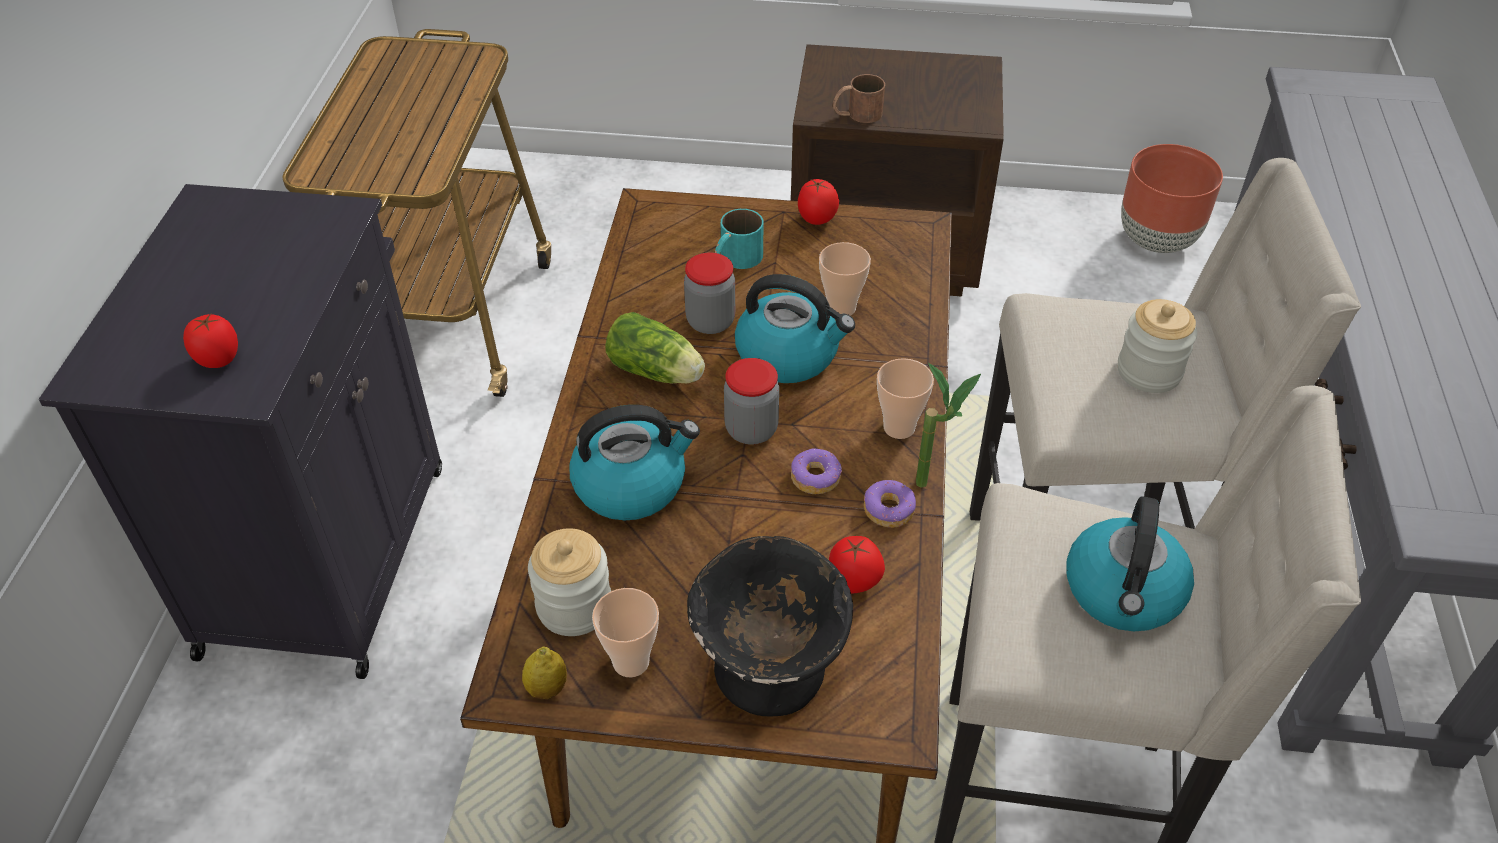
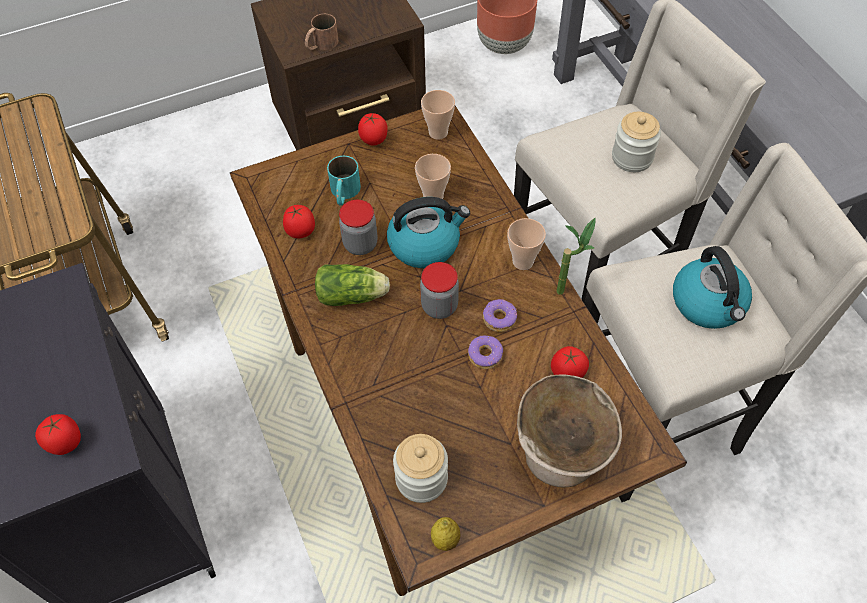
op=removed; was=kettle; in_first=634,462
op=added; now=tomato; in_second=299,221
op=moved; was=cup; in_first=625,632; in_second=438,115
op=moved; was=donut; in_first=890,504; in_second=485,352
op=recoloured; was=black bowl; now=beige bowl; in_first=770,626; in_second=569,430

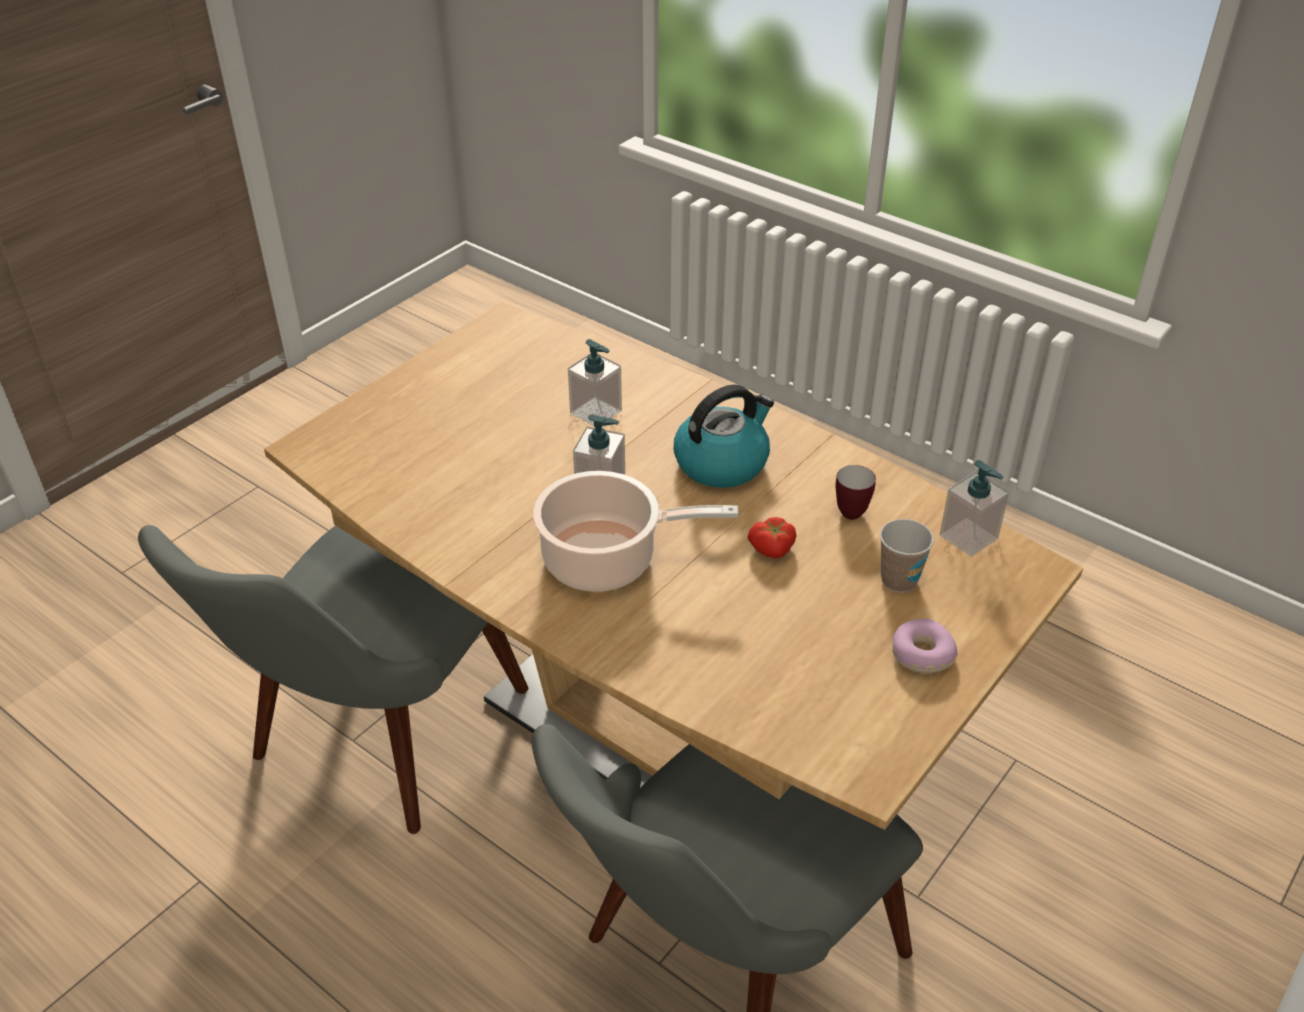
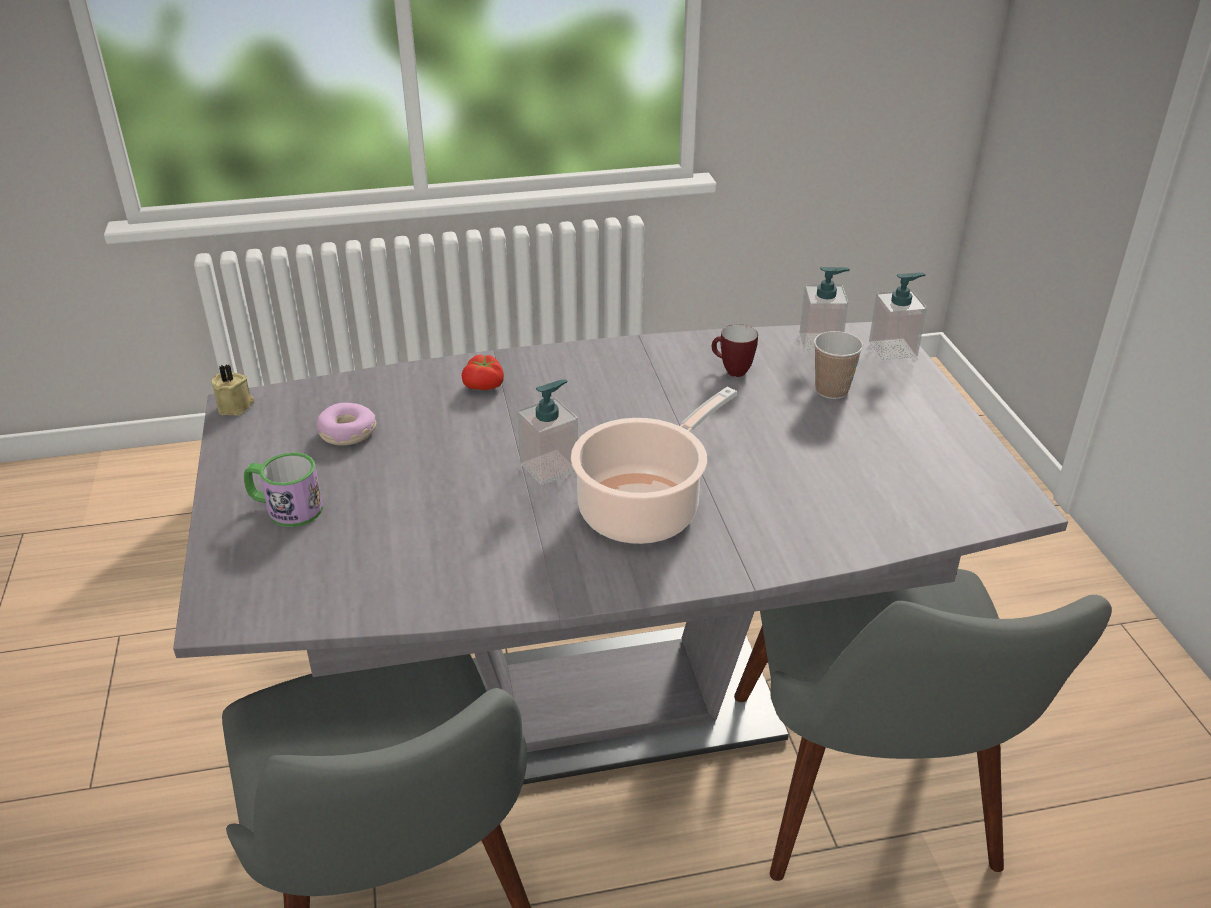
op=removed; was=kettle; in_first=724,436
op=added; now=beige candle; in_second=233,390
op=added; now=mug; in_second=283,489
op=moved; was=soap dispenser; in_first=595,382; in_second=898,316
op=moved; was=tomato; in_first=772,537; in_second=483,372
op=moved; was=donut; in_first=925,646; in_second=346,424
op=recoloured; was=brown dining table; now=grey dining table; in_first=673,566; in_second=620,553

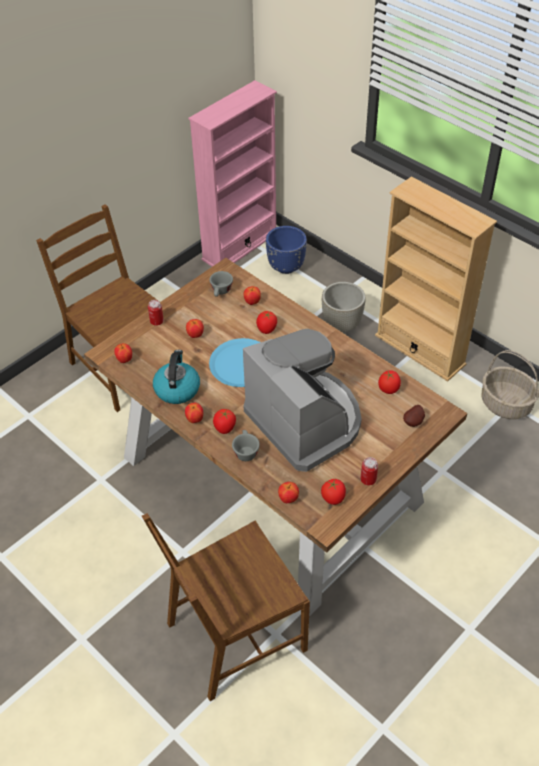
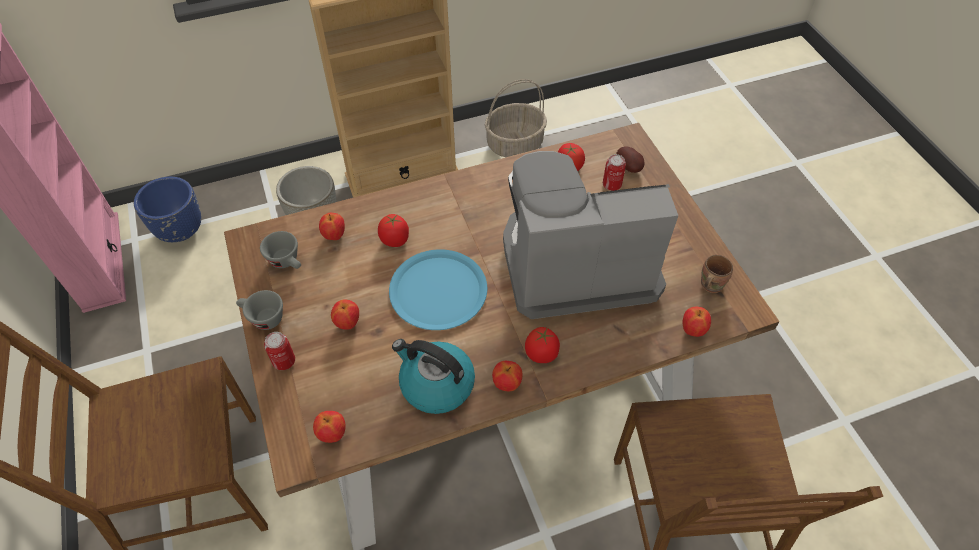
op=moved; was=grey cup; in_first=246,445; in_second=259,310
op=moved; was=can; in_first=369,471; in_second=614,172
op=replaced; was=tomato; now=brown mug; in_first=333,492; in_second=717,274

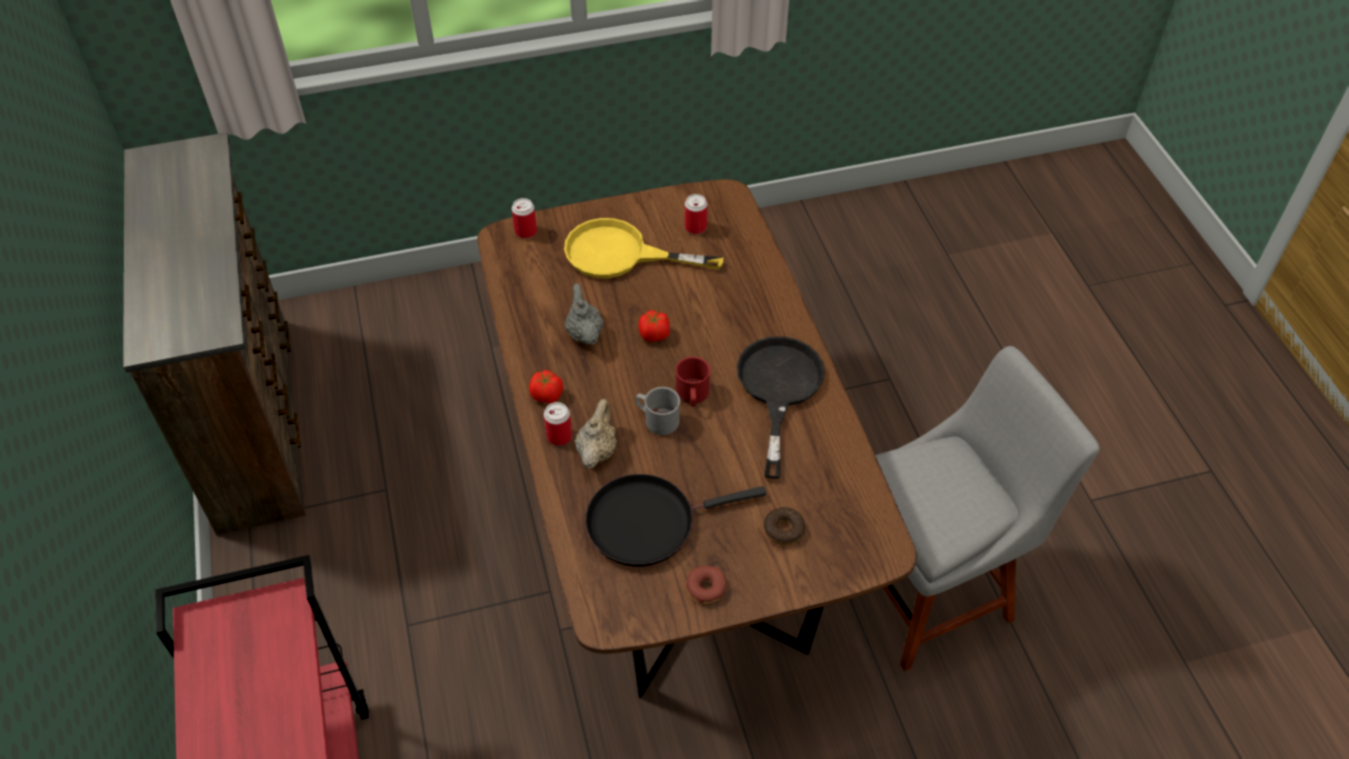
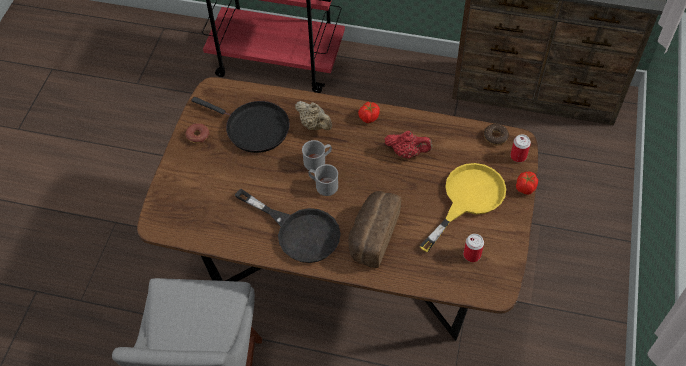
op=removed; was=can; in_first=558,424
op=added; now=bread; in_second=375,229
op=moved; was=tomato; in_first=654,326; in_second=527,183
op=moved; was=donut; in_first=785,526; in_second=496,134
op=recoloured; was=grey teapot; now=red teapot; in_first=584,314; in_second=409,145
op=recoloured; was=red mug; now=grey mug; in_first=693,382; in_second=323,180
op=turned; was=black frying pan; in_first=676,520; in_second=240,125; clockwise=105

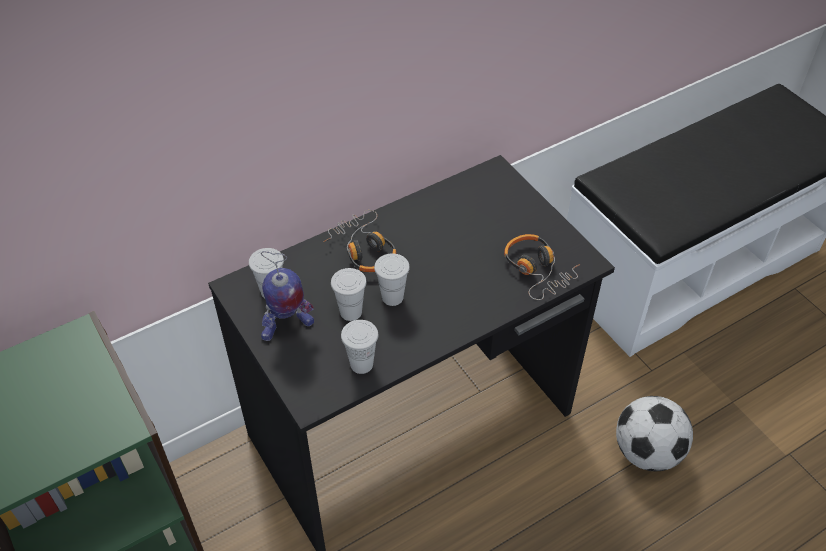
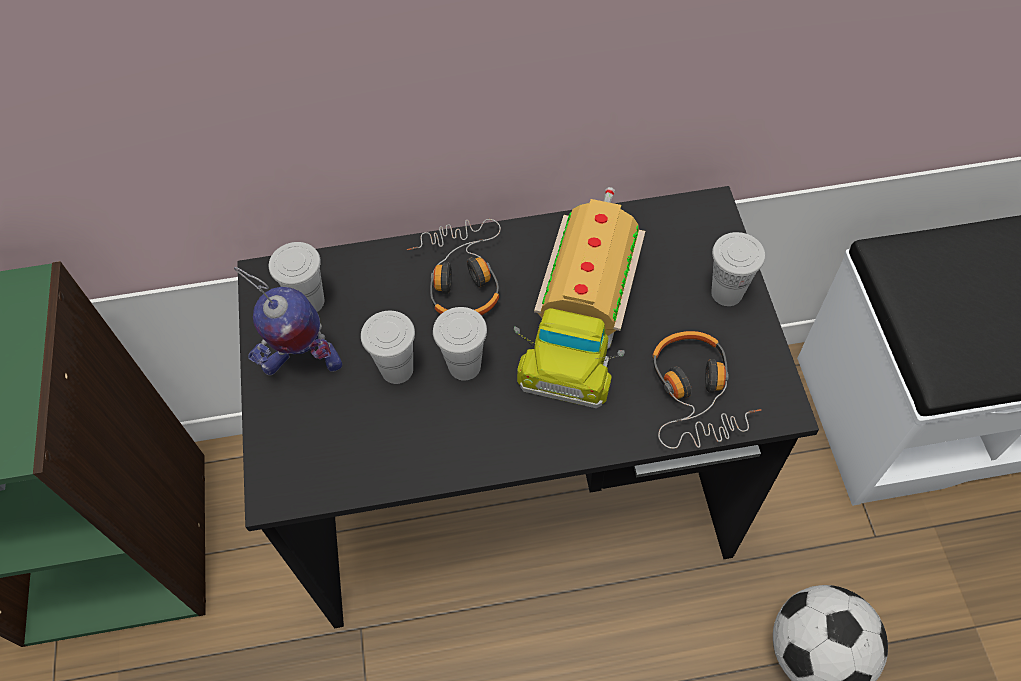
op=added; now=toy truck; in_second=579,297
op=moved; was=white cup; in_first=359,347; in_second=738,269

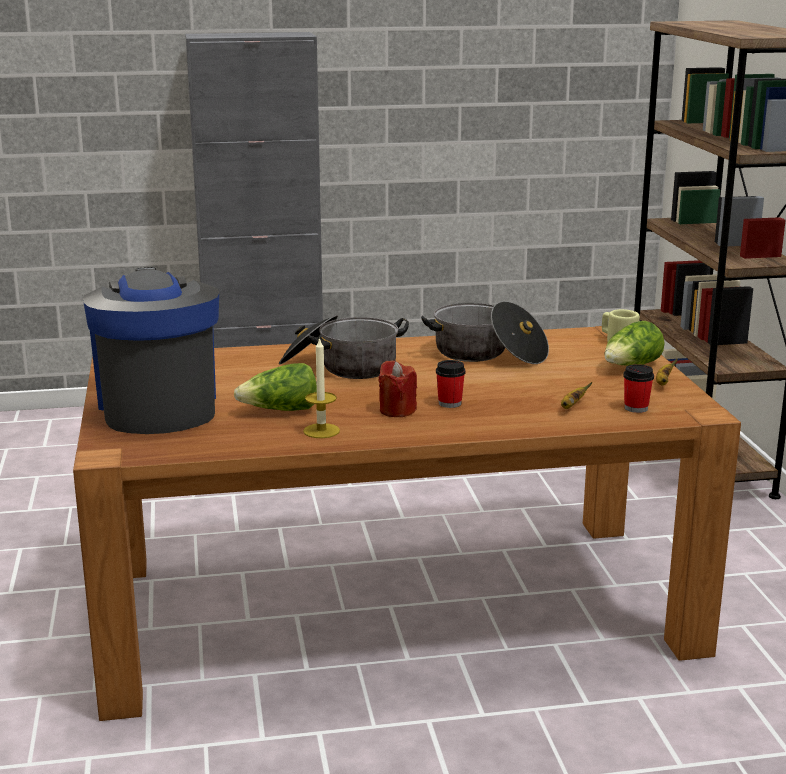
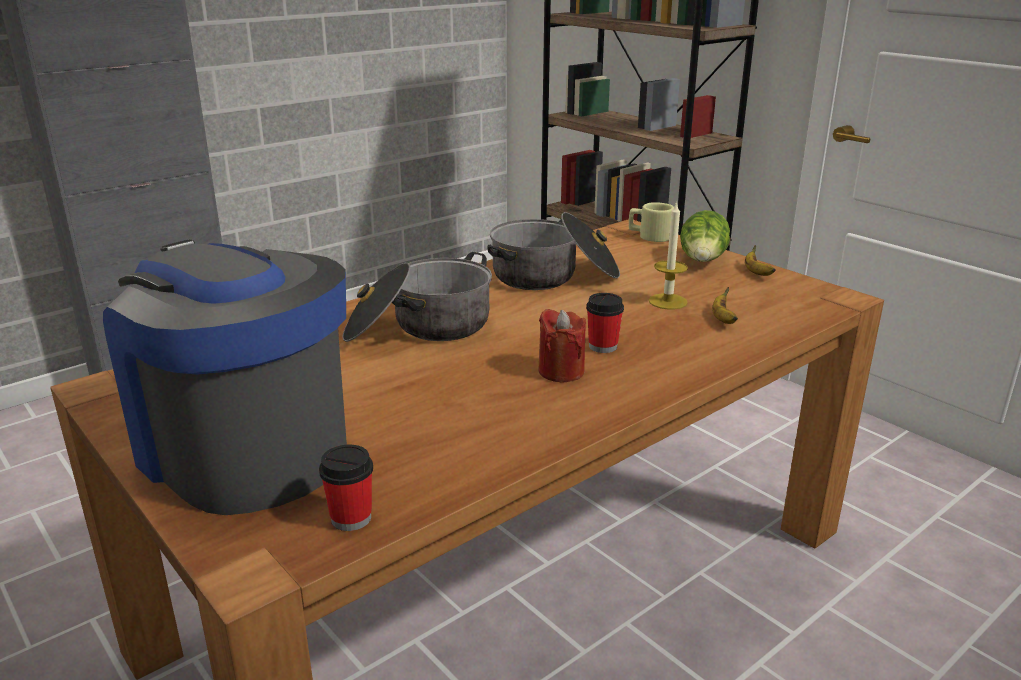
op=removed; was=lettuce; in_first=275,387
op=moved; was=candle; in_first=321,387; in_second=668,255
op=moved; was=cup; in_first=638,388; in_second=346,488

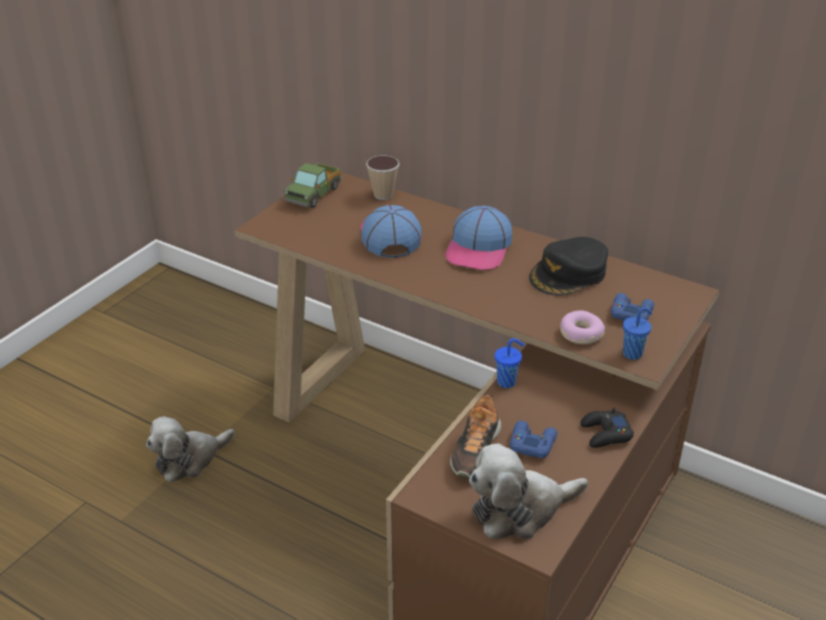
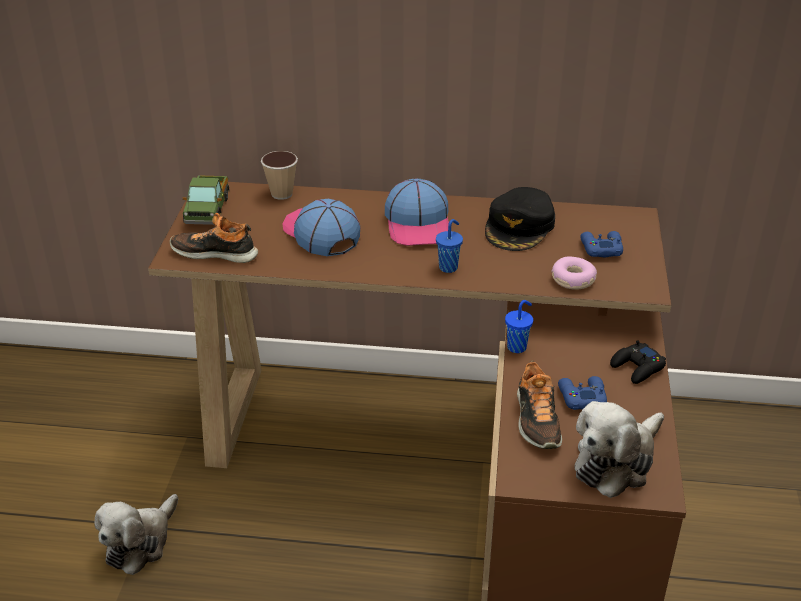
op=added; now=shoe; in_second=214,238
op=moved; was=blue cup; in_first=637,333; in_second=449,246

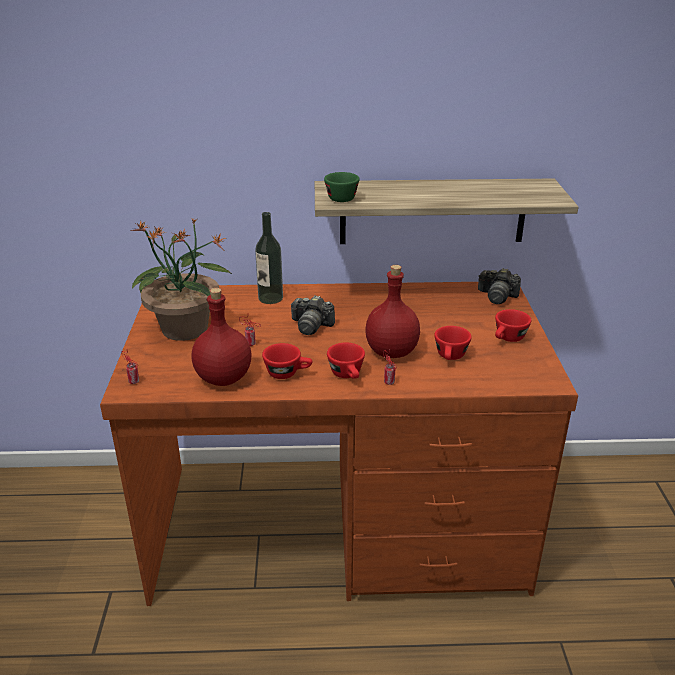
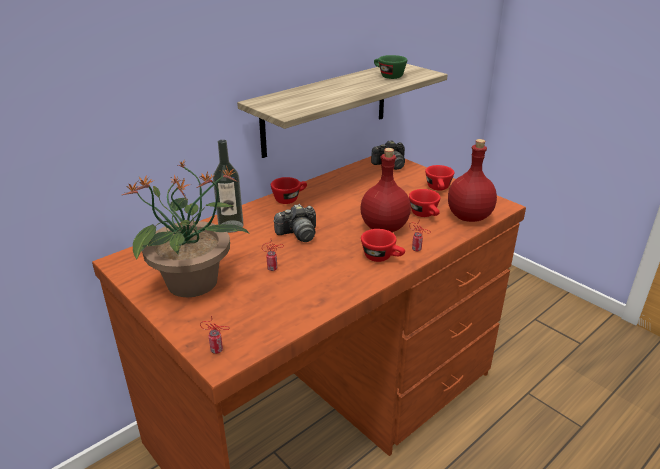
op=moved; was=red bottle; in_first=221,337; in_second=472,180
op=moved; was=red cup; in_first=287,361; in_second=289,190
op=moved; was=green cup; in_first=341,187; in_second=390,67

